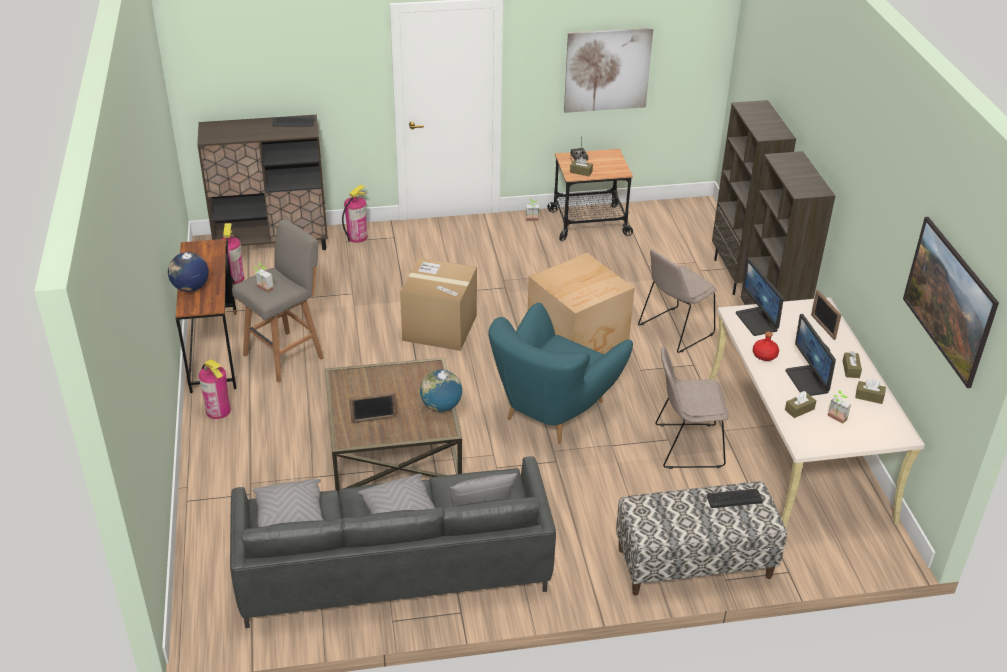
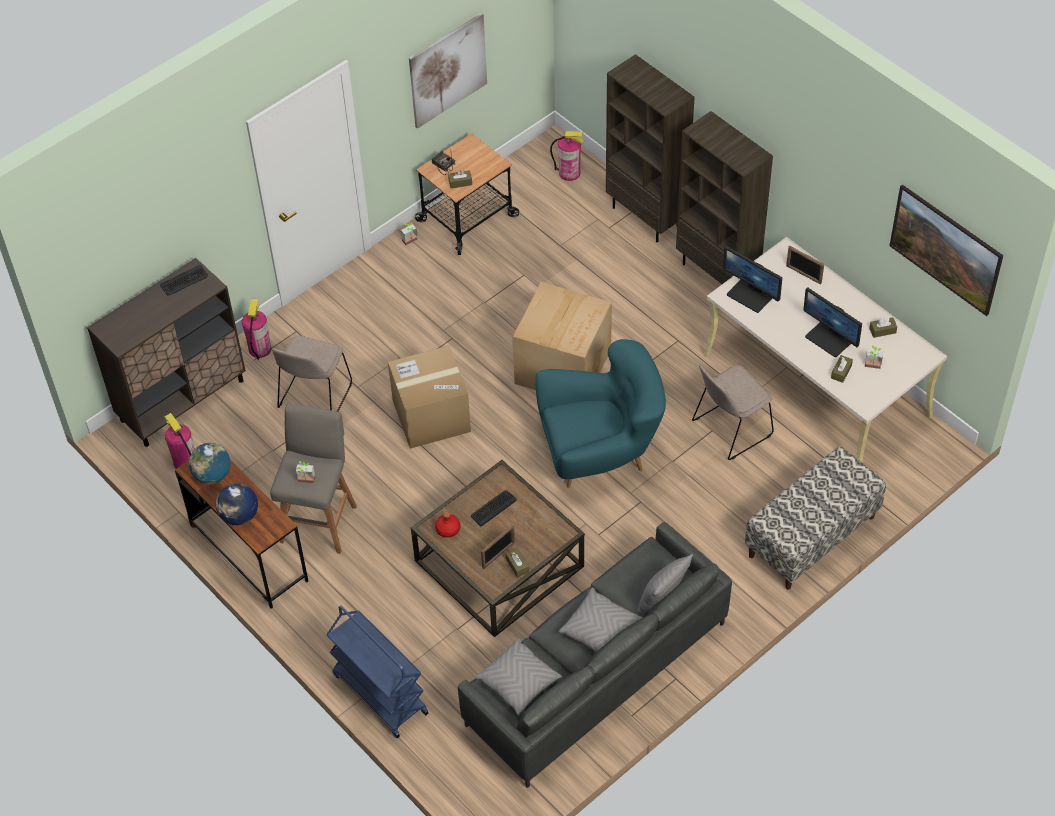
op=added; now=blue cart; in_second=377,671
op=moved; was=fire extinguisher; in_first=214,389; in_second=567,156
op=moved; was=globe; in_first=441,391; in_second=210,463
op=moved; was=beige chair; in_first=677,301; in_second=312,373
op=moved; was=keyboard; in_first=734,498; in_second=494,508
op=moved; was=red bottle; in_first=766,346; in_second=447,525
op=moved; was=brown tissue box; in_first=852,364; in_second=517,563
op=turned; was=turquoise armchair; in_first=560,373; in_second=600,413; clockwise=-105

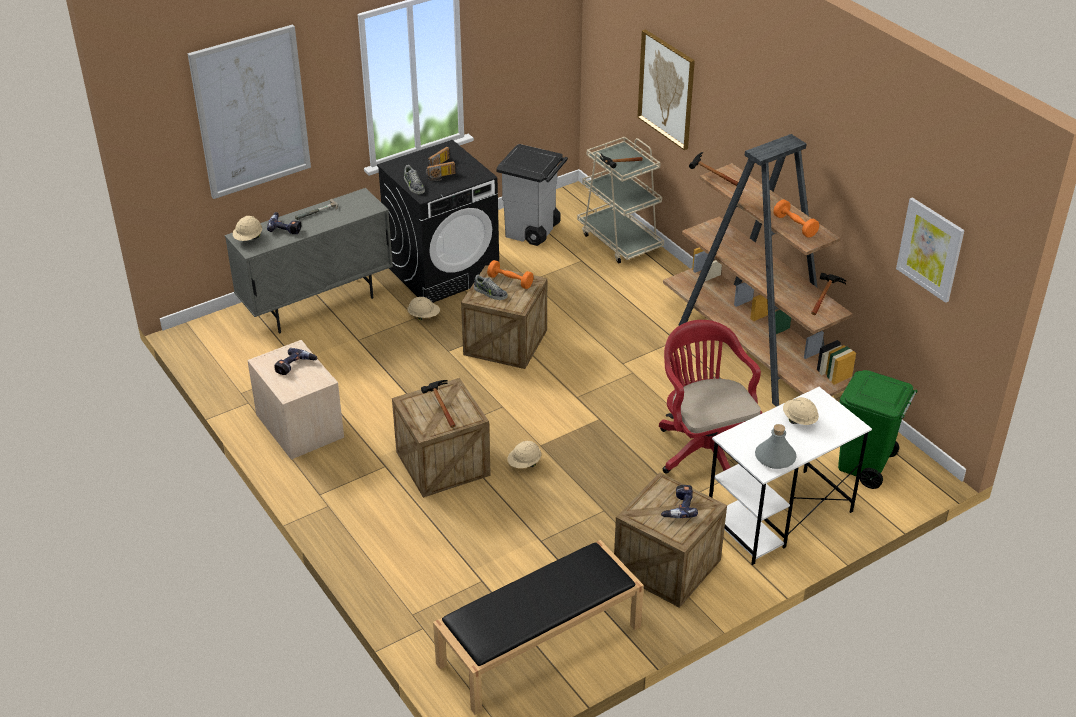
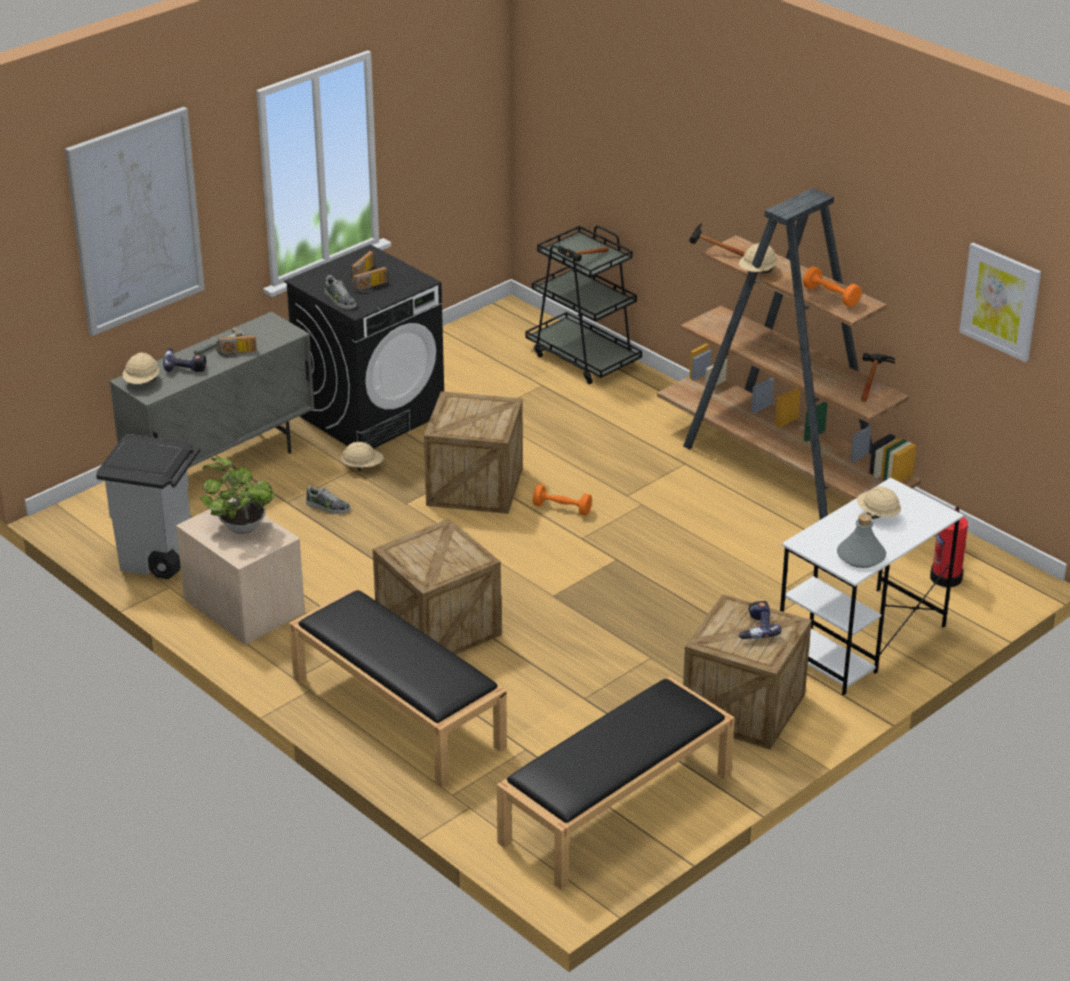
op=removed; was=hammer; in_first=438,404
op=removed; was=picture; in_first=666,89
op=removed; was=red office chair; in_first=710,397
op=added; now=radio; in_second=236,346
op=added; now=black bench; in_second=398,688
op=moved; was=shoe; in_first=491,287; in_second=328,500
op=moved; was=orange dumbbell; in_first=510,274; in_second=562,500
op=moved; was=grey trash can; in_first=532,195; in_second=148,506
op=moved; was=beige hard hat; in_first=524,454; in_second=758,258
op=replaced; was=power drill; now=potted plant; in_first=296,361; in_second=237,496
op=replaced; was=green trash can; now=fire extinguisher; in_first=877,429; in_second=949,546
op=recoloured; was=beige cart; now=black cart; in_first=620,200; in_second=583,304

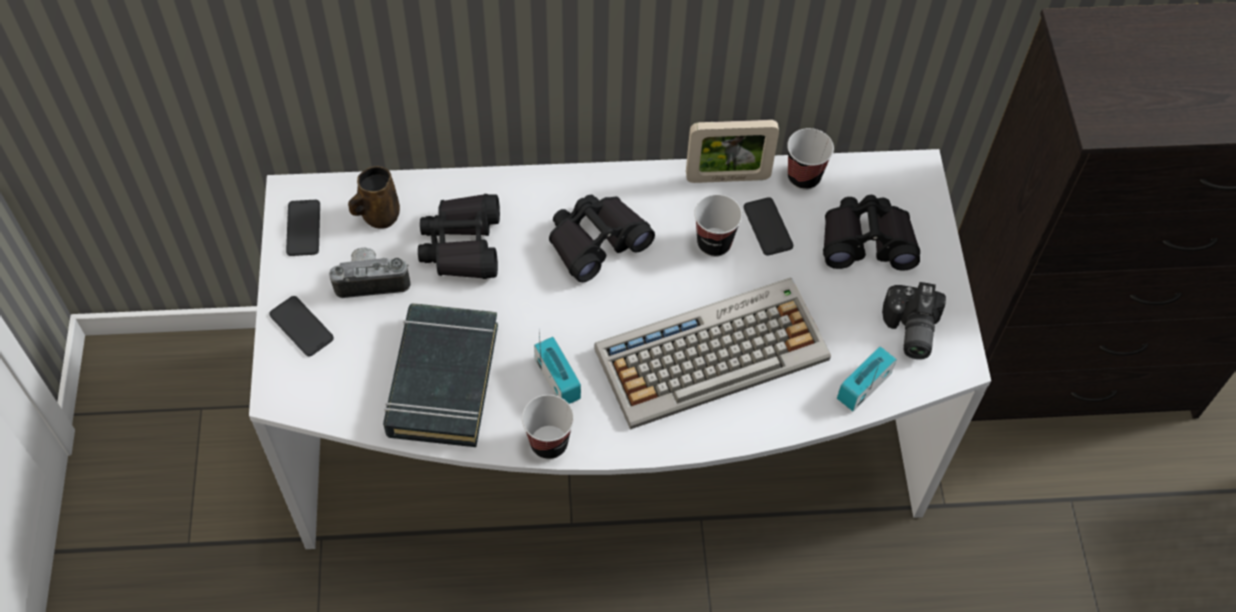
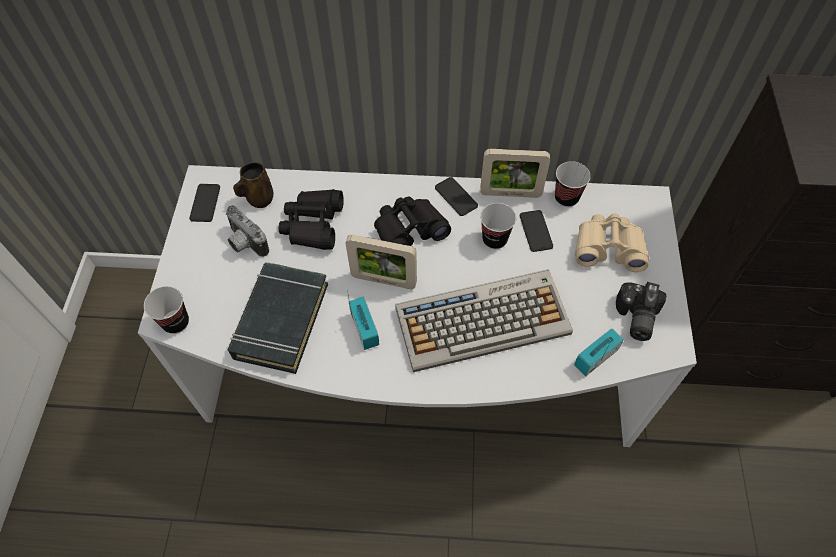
op=added; now=picture frame; in_second=381,262
op=moved; was=phone; in_first=301,326; in_second=456,196
op=moved; was=cup; in_first=548,427; in_second=166,310
op=recoloured; was=black binoculars; now=beige binoculars; in_first=871,233; in_second=612,242
op=turned; was=photo camera; in_first=370,272; in_second=247,231; clockwise=-135

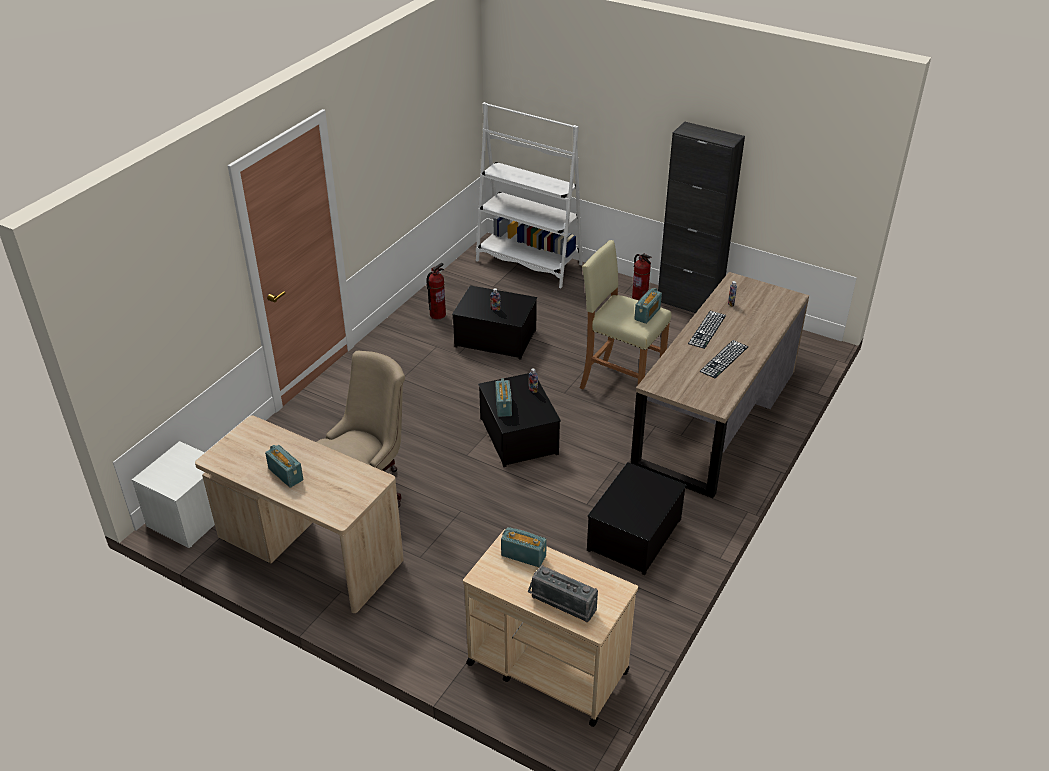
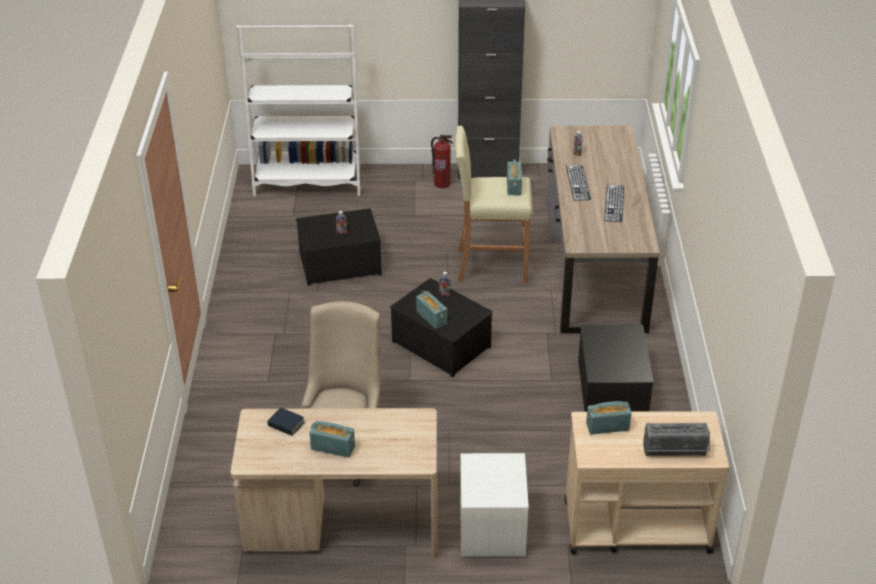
op=removed; was=fire extinguisher; in_first=436,291
op=added; now=book; in_second=286,422
op=moved; was=white nightstand; in_first=173,494; in_second=494,505

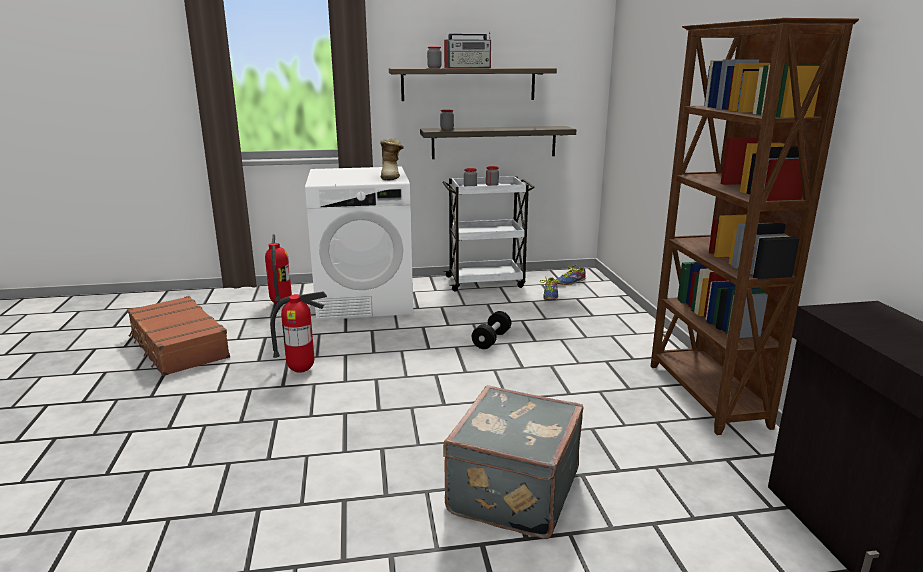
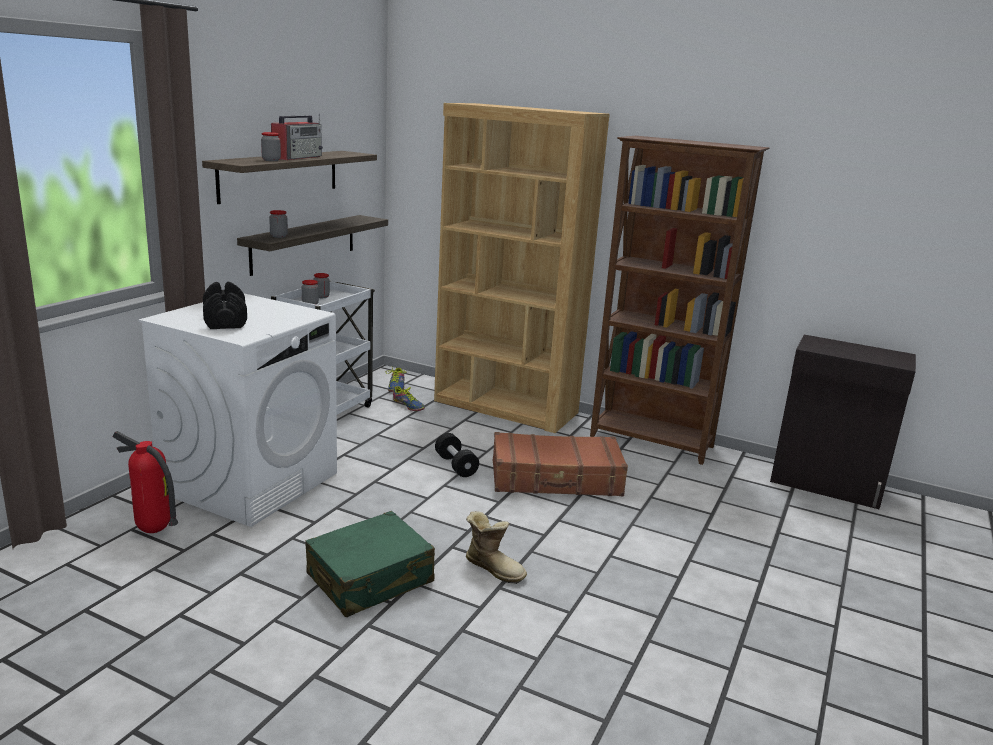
op=removed; was=grey suitcase; in_first=513,462
op=added; now=black dumbbell; in_second=225,305
op=added; now=brown bookcase; in_second=522,268
op=moved; was=brown suitcase; in_first=178,336; in_second=560,464
op=moved; was=boot; in_first=392,159; in_second=496,547
op=replaced; was=fire extinguisher; now=green suitcase; in_first=298,332; in_second=370,564

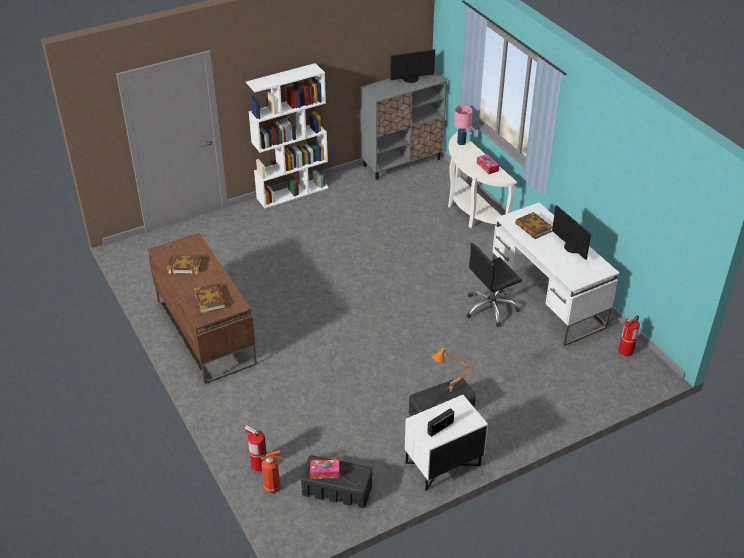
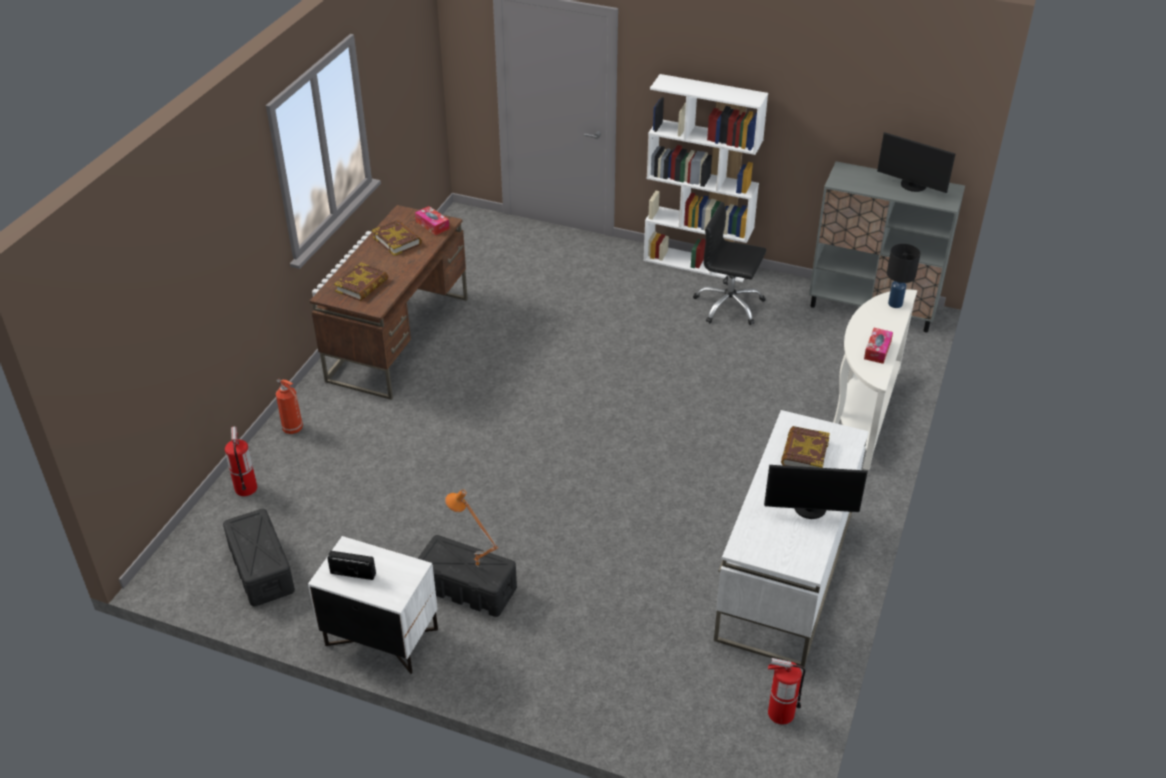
op=moved; was=fire extinguisher; in_first=273,471; in_second=289,406
op=moved; was=tissue box; in_first=324,469; in_second=432,220
op=moved; was=black office chair; in_first=494,285; in_second=729,263
op=recoloured; was=pink table lamp; now=black table lamp; in_first=463,125; in_second=904,276
op=turned; was=monitor; in_first=571,232; in_second=816,492; clockwise=-105

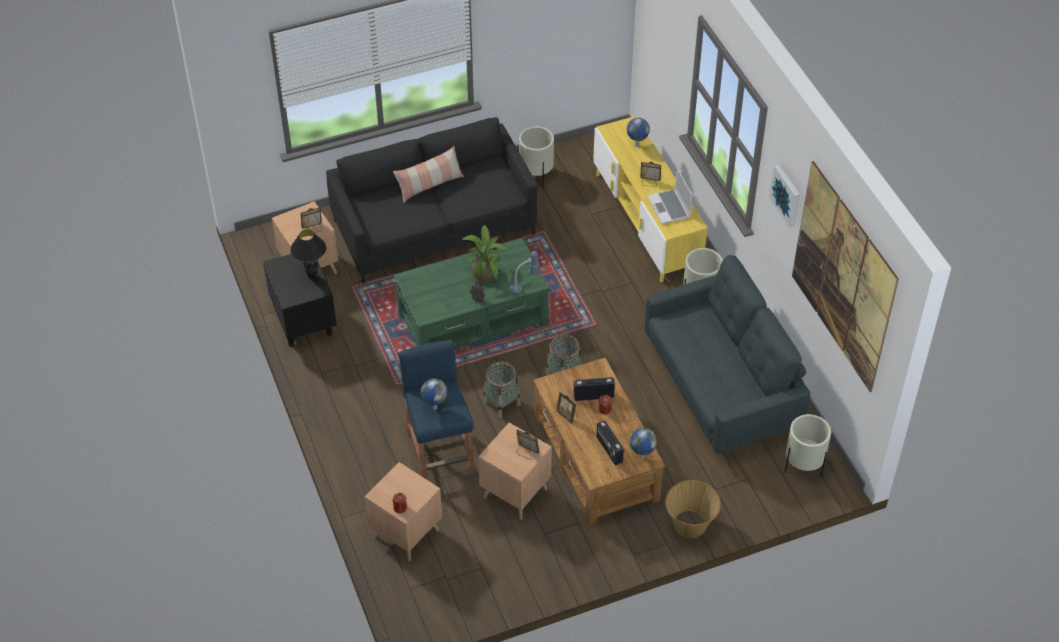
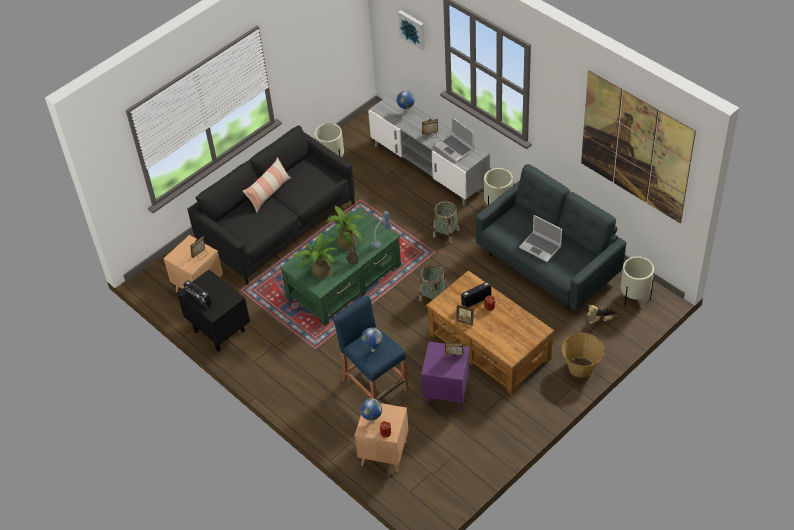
op=removed; was=black table lamp; in_first=308,254
op=added; now=potted plant; in_second=316,256
op=added; now=laptop; in_second=540,238
op=added; now=plush toy; in_second=603,314
op=moved; was=basket; in_first=502,390; in_second=446,222
op=moved; was=radio; in_first=610,442; in_second=197,294
op=moved; was=globe; in_first=643,443; in_second=371,410
op=moved; was=picture; in_first=784,196; in_second=411,30
op=recoloured; was=brown side table; now=purple side table; in_first=515,471; in_second=445,376
op=recoloured; was=yellow tv stand; now=grey tv stand; in_first=650,199; in_second=429,149

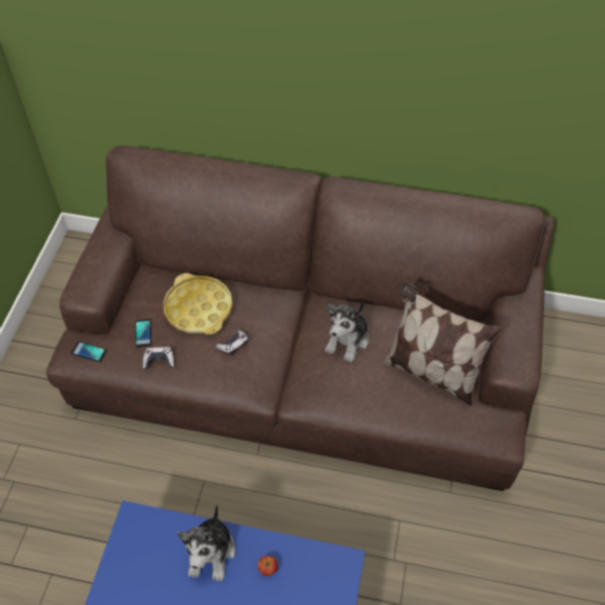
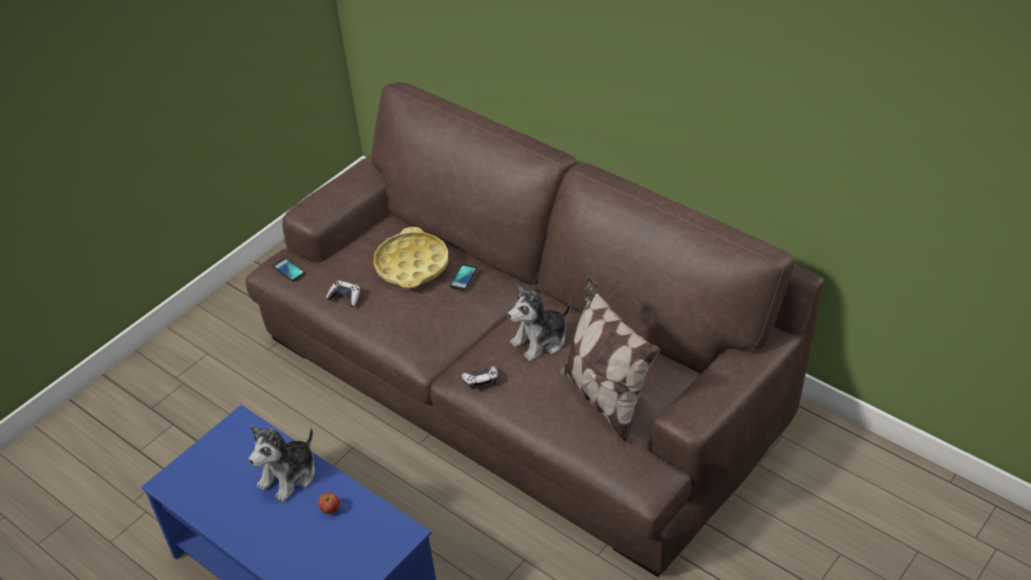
op=moved; was=phone; in_first=143,333; in_second=463,277
op=moved; was=game controller; in_first=232,343; in_second=479,377

